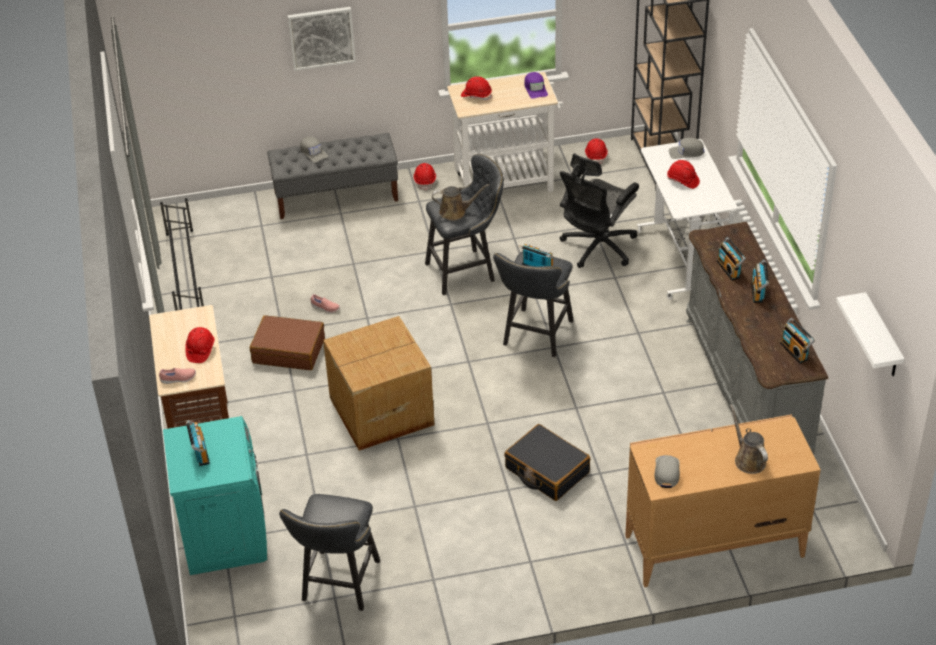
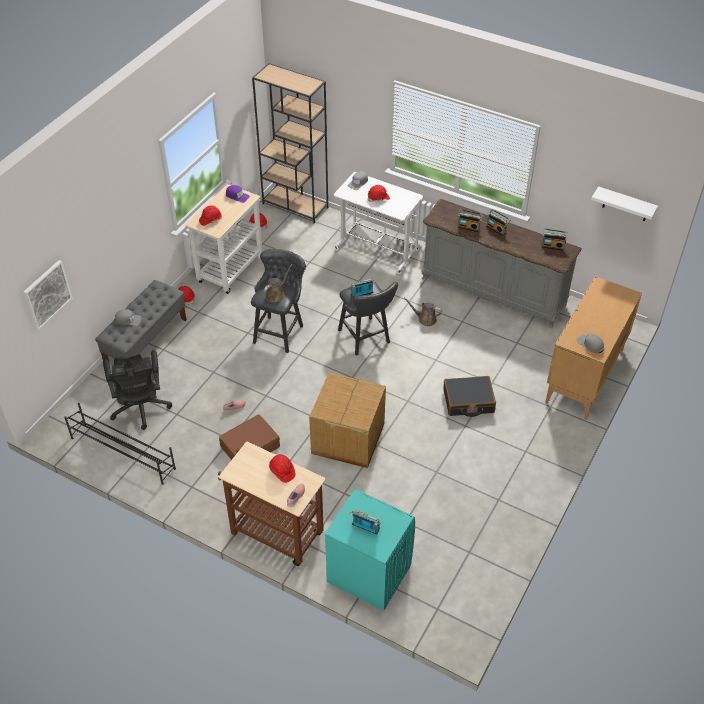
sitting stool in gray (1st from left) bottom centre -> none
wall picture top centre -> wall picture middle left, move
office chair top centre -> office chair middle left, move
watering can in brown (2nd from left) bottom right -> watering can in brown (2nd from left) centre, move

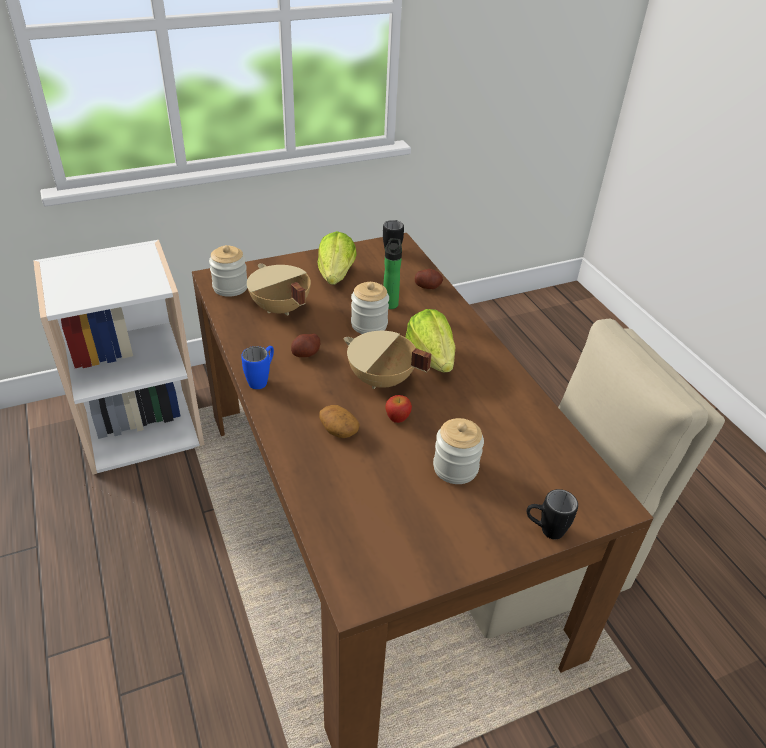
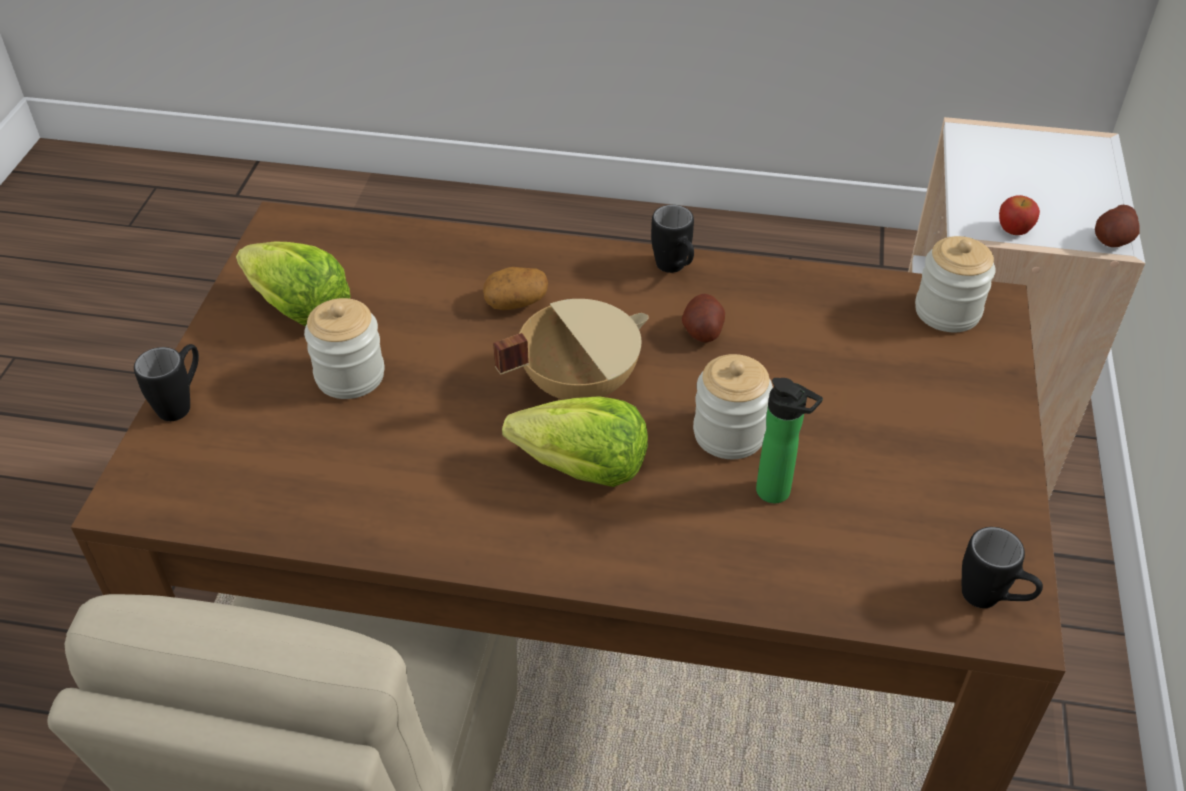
saucepot in sand-coloured (1st from left) centre -> none
lettuce (1st from left) centre -> lettuce (1st from left) middle left, move
apple fruit centre -> apple fruit top right, move
potato (3rd from left) centre -> potato (3rd from left) top right, move
coffee mug in blue-coloured centre -> coffee mug in blackish (2nd from left) top centre

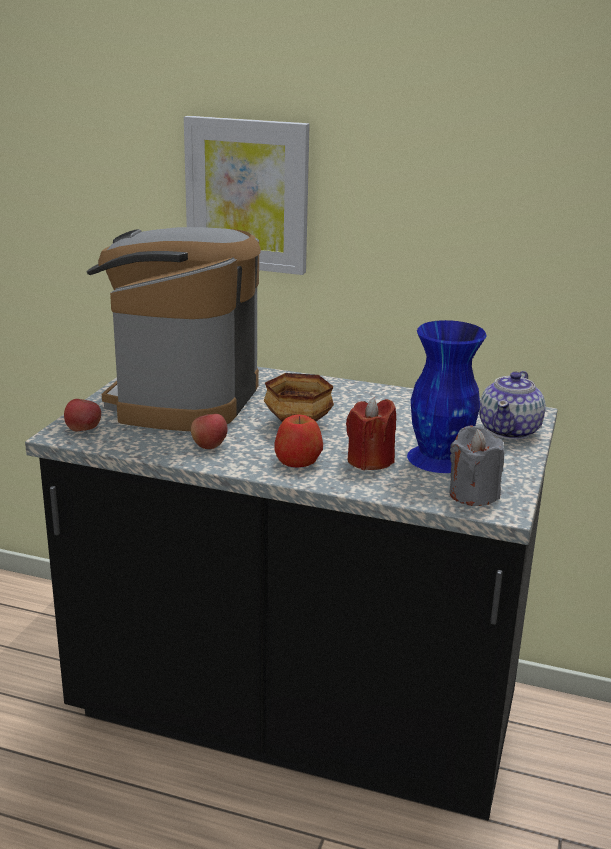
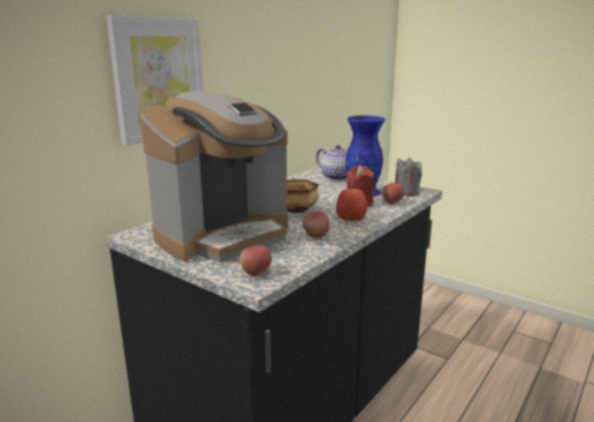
none -> apple fruit (4th from left) centre
coffee machine middle left -> coffee machine centre, 75 degrees counterclockwise

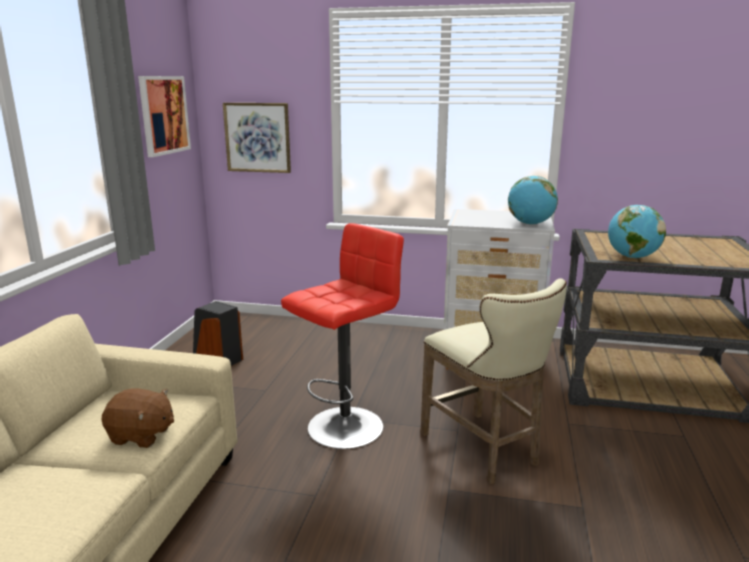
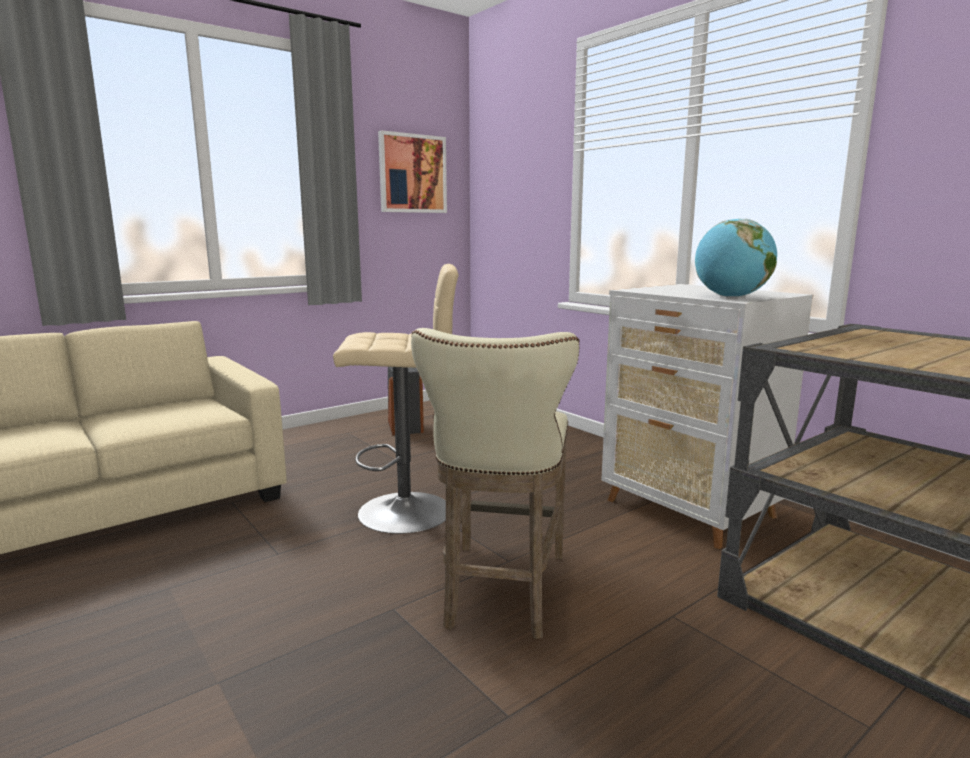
plush toy in brown bottom left -> none
wall picture (2nd from left) top centre -> none
world globe (2nd from left) middle right -> none
sitting stool in reddish centre -> sitting stool in sand-coloured (1st from left) centre

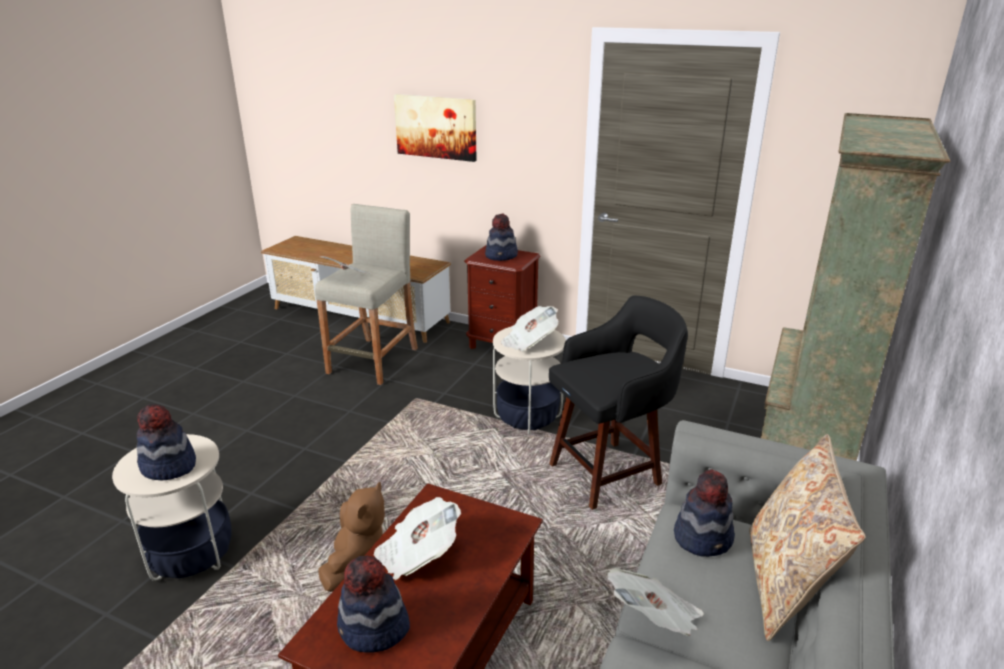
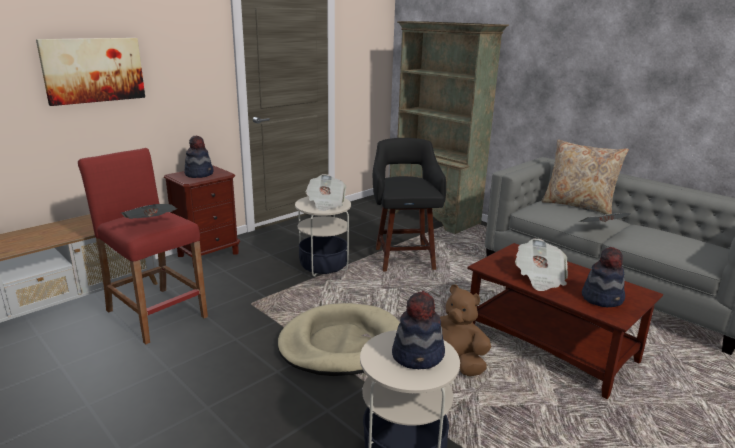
clothing hat (4th from left) bottom right -> none
none -> dog cushion in sand-coloured bottom centre
sitting stool in sand-coloured centre -> sitting stool in reddish middle left

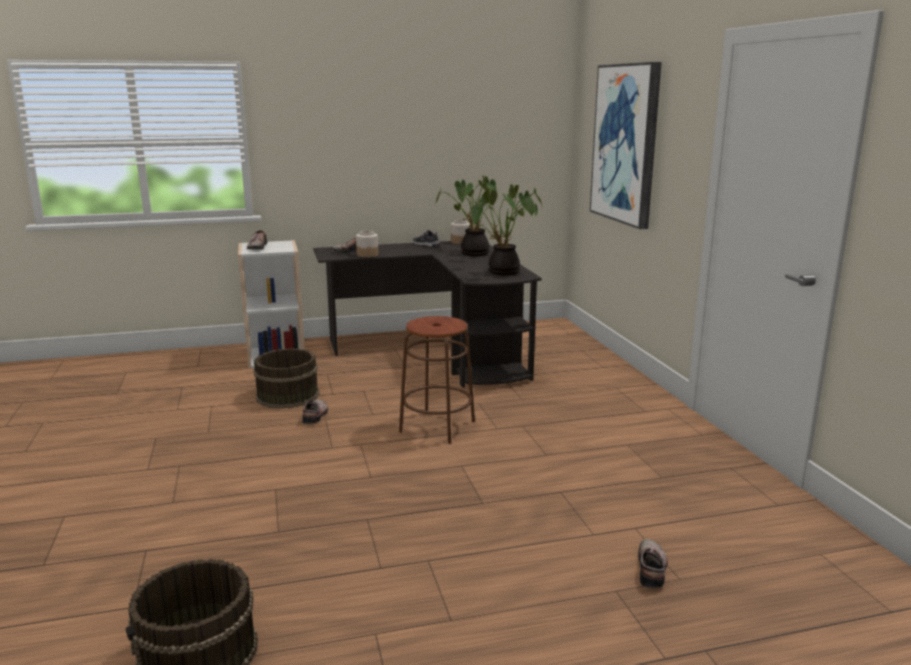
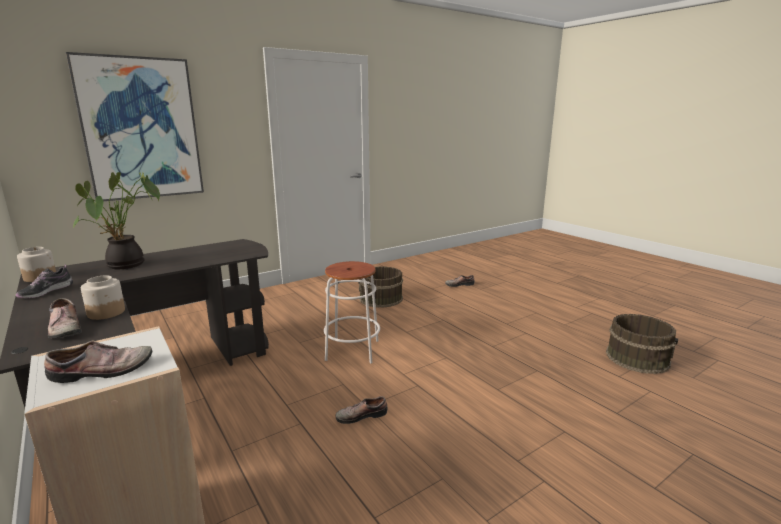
houseplant (2nd from left) centre -> none
pail in brown (2nd from left in the first image) middle left -> pail in brown (1st from left) centre, move
sitting stool in brown centre -> sitting stool in white centre

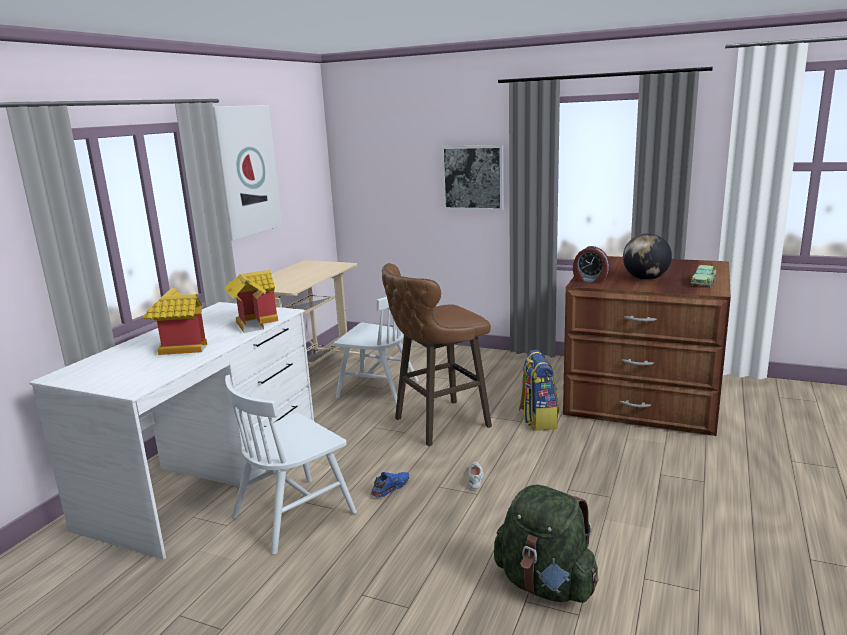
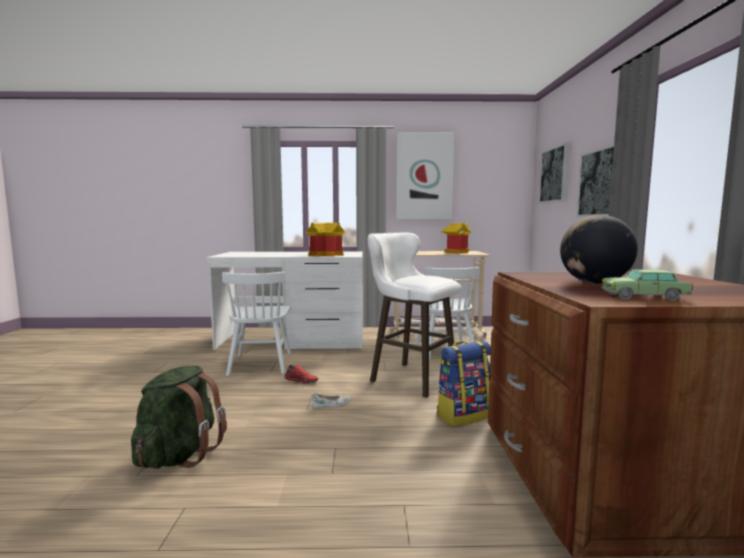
alarm clock middle right -> none
none -> wall picture (2nd from left) top right
toy house (1st from left in the first image) middle left -> toy house (2nd from left) centre, move
item of footwear in blue-coloured bottom centre -> item of footwear in reddish bottom centre
sitting stool in brown centre -> sitting stool in white centre
upright chair in white (1st from left) bottom centre -> upright chair in white (1st from left) centre, 120 degrees counterclockwise

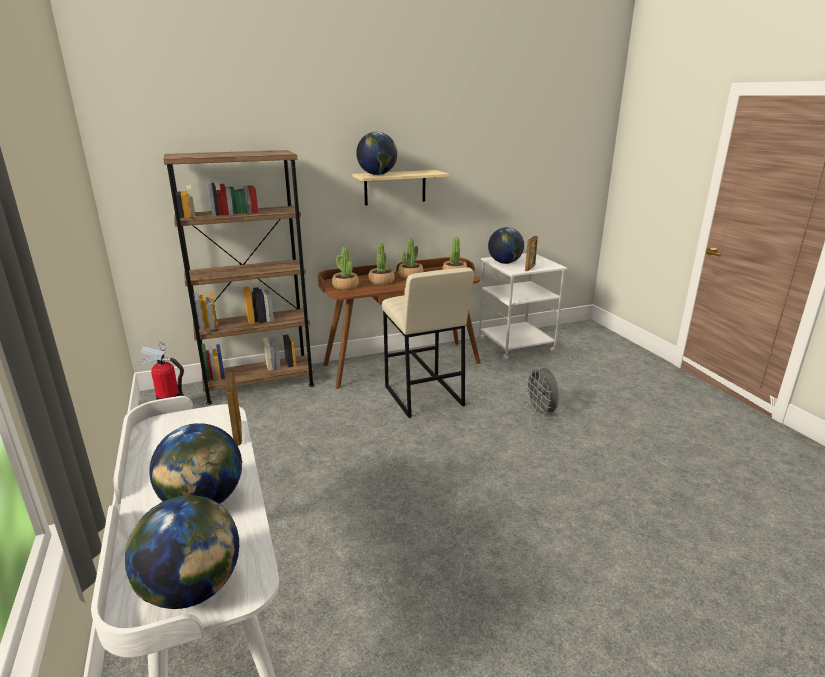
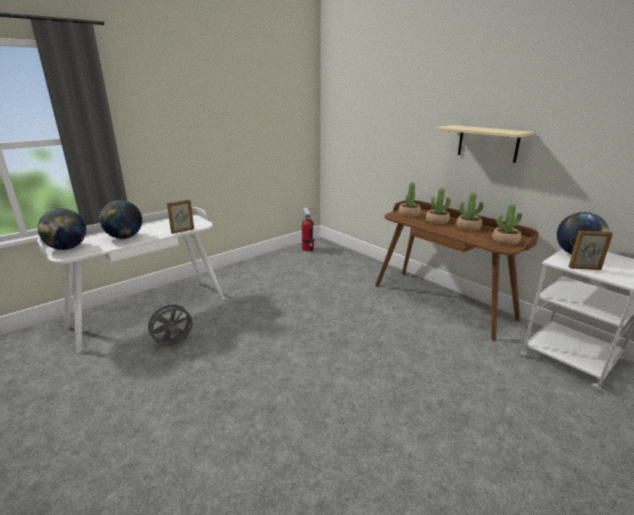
bookshelf in brown middle left -> none
world globe (3rd from left) top centre -> none
sitting stool in sand-coloured centre -> none
fan in gray centre -> fan in gray middle left, move

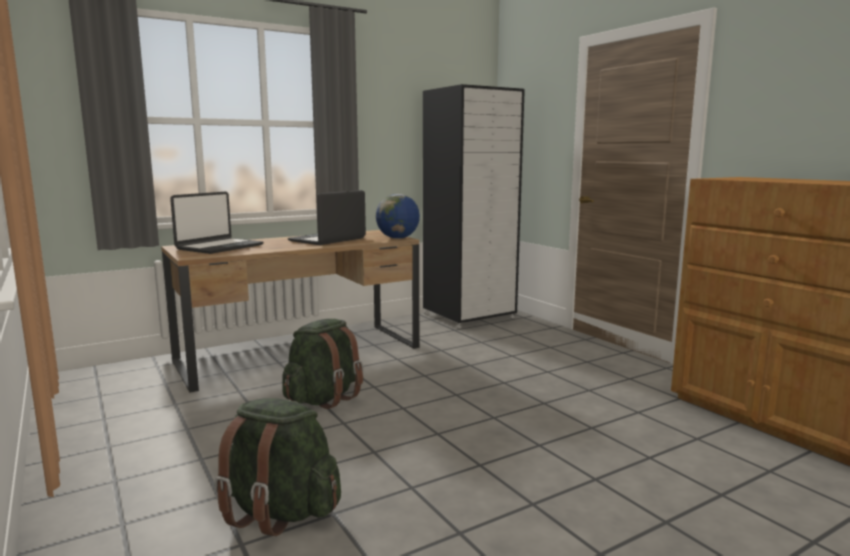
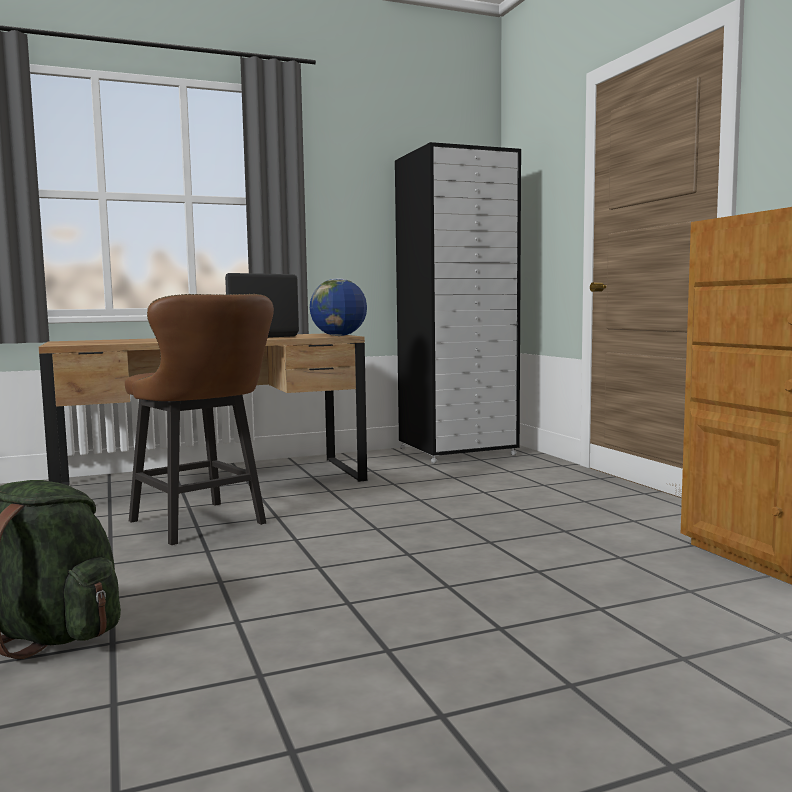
laptop (1st from left) middle left -> none
backpack in greenish (2nd from left) centre -> sitting stool in brown middle left

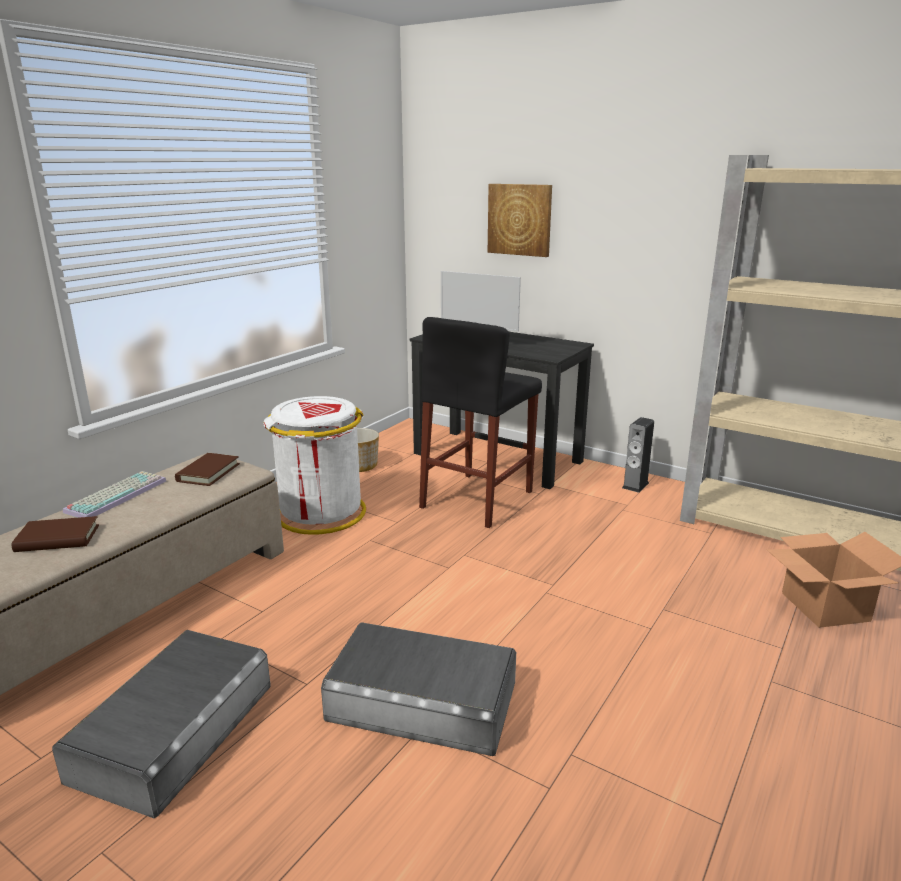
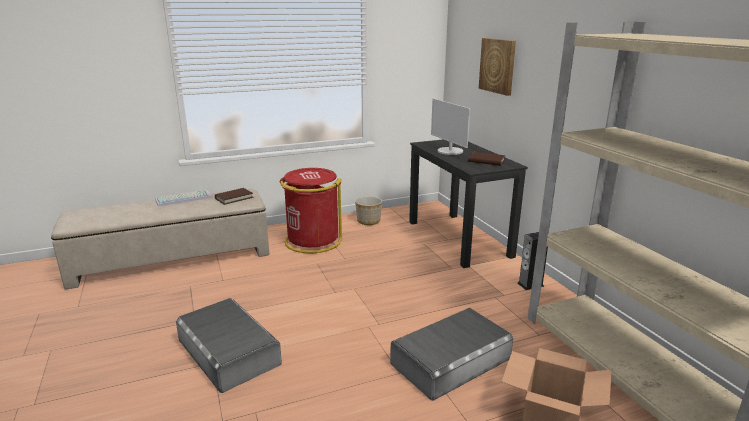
sitting stool in blackish centre -> none
bound book in brown (1st from left in the first image) middle left -> bound book in brown (2nd from left) centre, move
storage bin in gray (1st from left in the first image) bottom left -> storage bin in gray (2nd from left) bottom centre, move
rubbish bin in white centre -> rubbish bin in reddish centre

